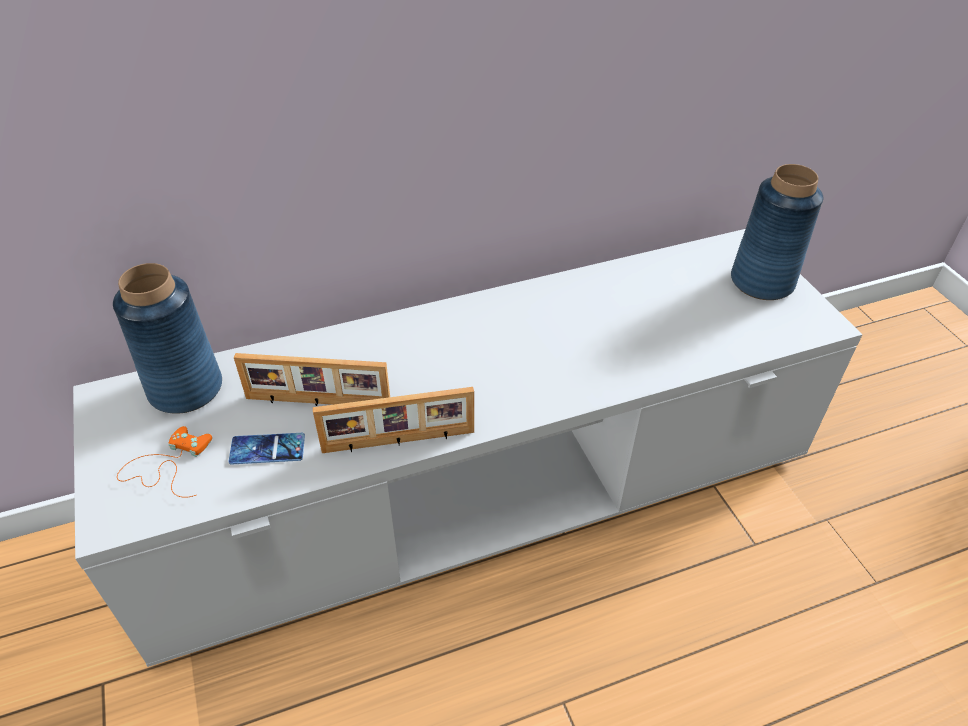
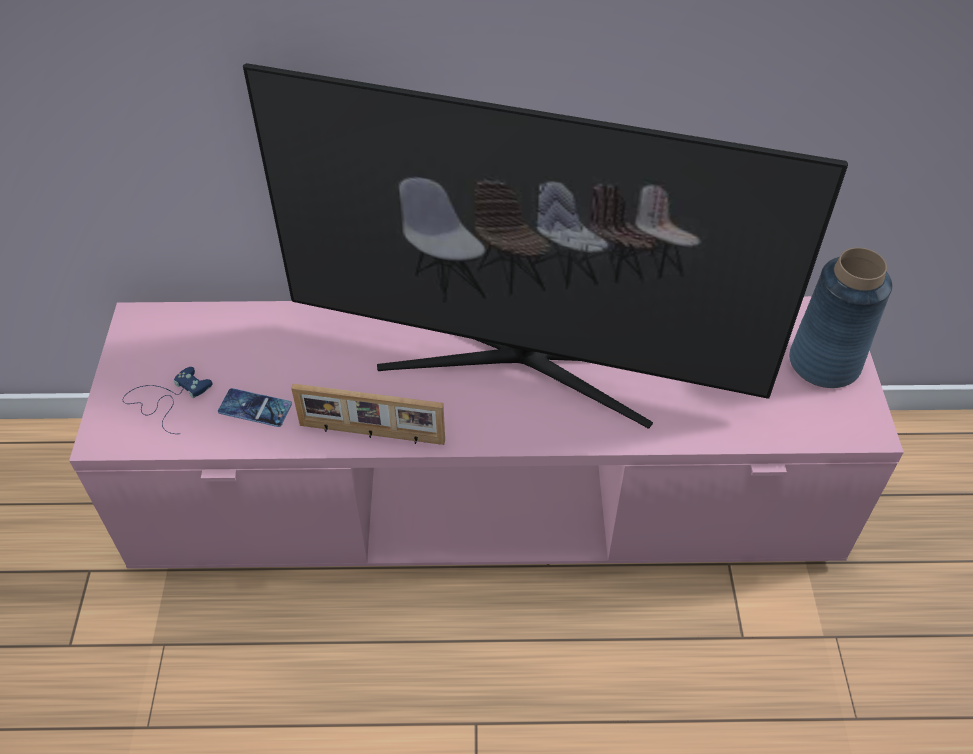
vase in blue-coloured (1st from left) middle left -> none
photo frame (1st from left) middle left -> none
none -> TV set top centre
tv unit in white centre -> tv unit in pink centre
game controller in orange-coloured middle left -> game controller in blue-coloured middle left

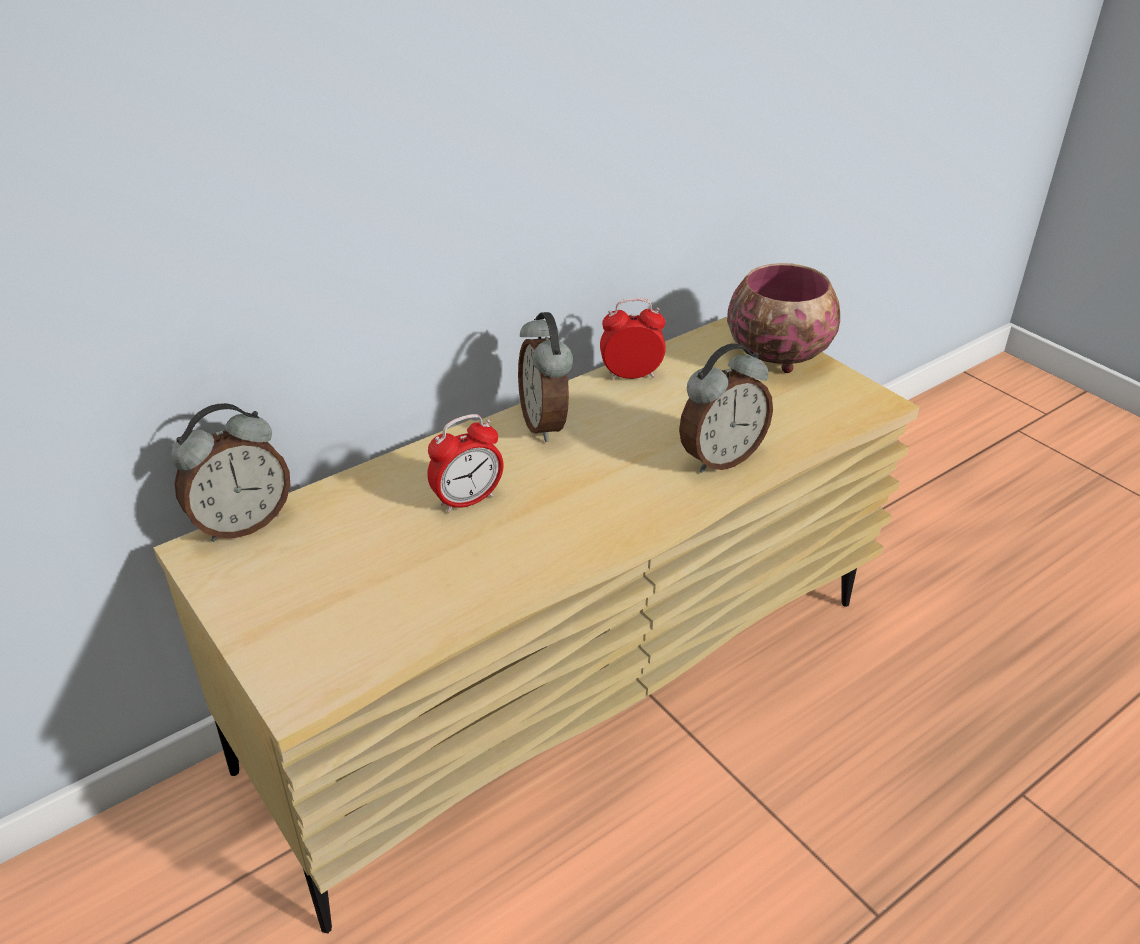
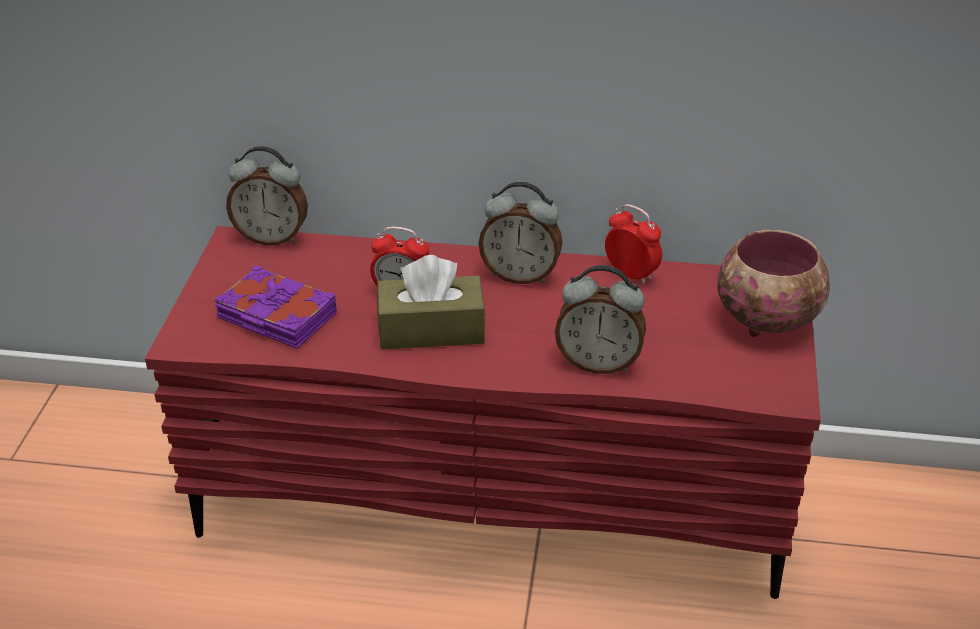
none -> bound book in purple middle left
none -> tissue box in brown centre
tv unit in sand-coloured centre -> tv unit in reddish centre
alarm clock (3rd from left) centre, 105 degrees counterclockwise

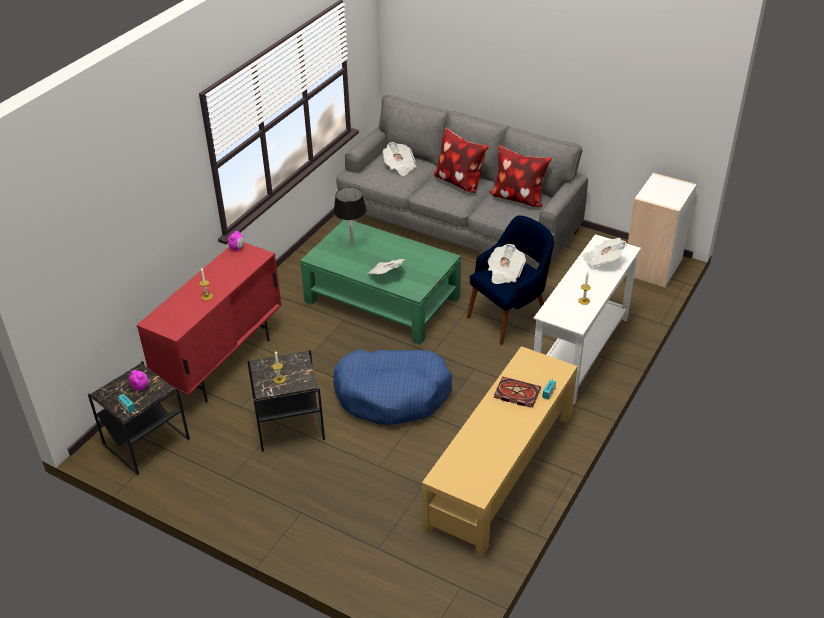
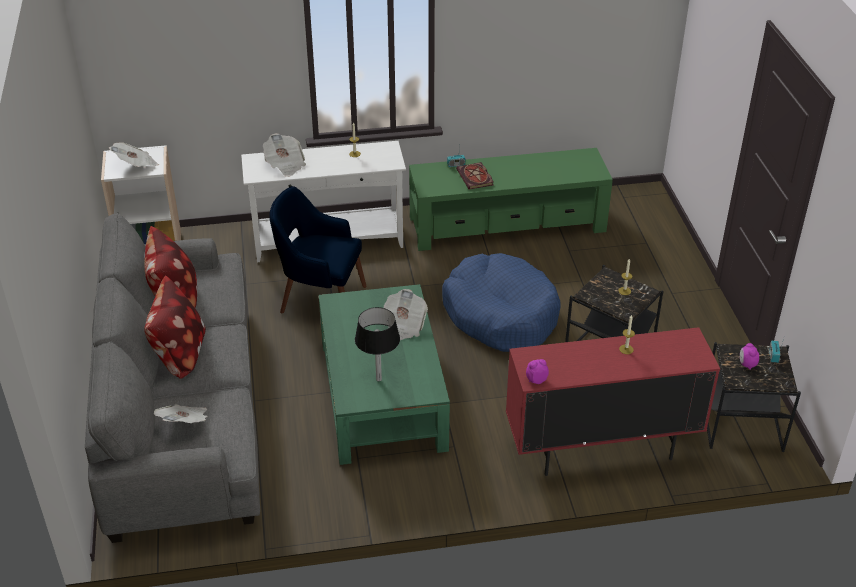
daily paper (3rd from left in the first image) centre -> daily paper (1st from left) top left, move
tv unit in sand-coloured bottom centre -> tv unit in greenish centre

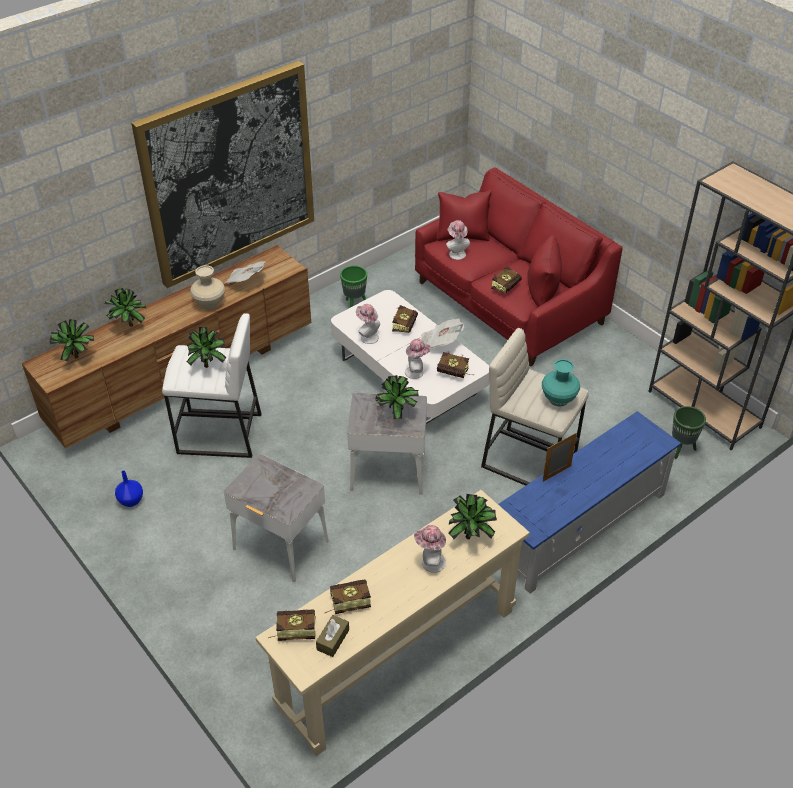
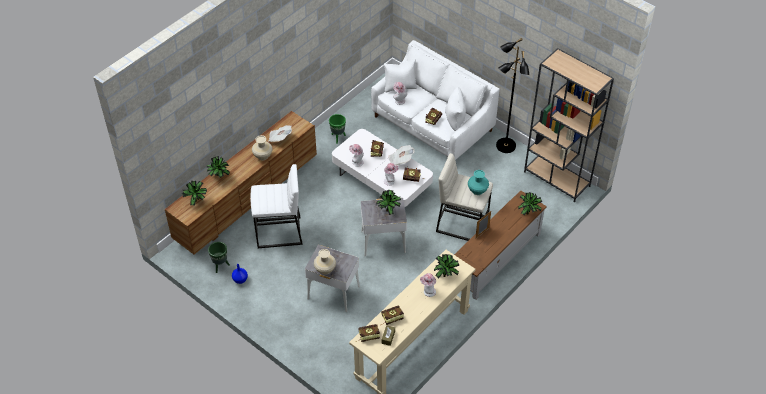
wall picture top left -> none
none -> vase in sand-coloured (2nd from left) centre
none -> standard lamp in blackish top right
houseplant (3rd from left in the first image) middle left -> houseplant (5th from left) middle right, move
plant pot in greenish (2nd from left in the first image) middle right -> plant pot in greenish (1st from left) middle left, move
settee in reddish centre -> settee in white top centre
tv unit in blue-coloured middle right -> tv unit in brown centre

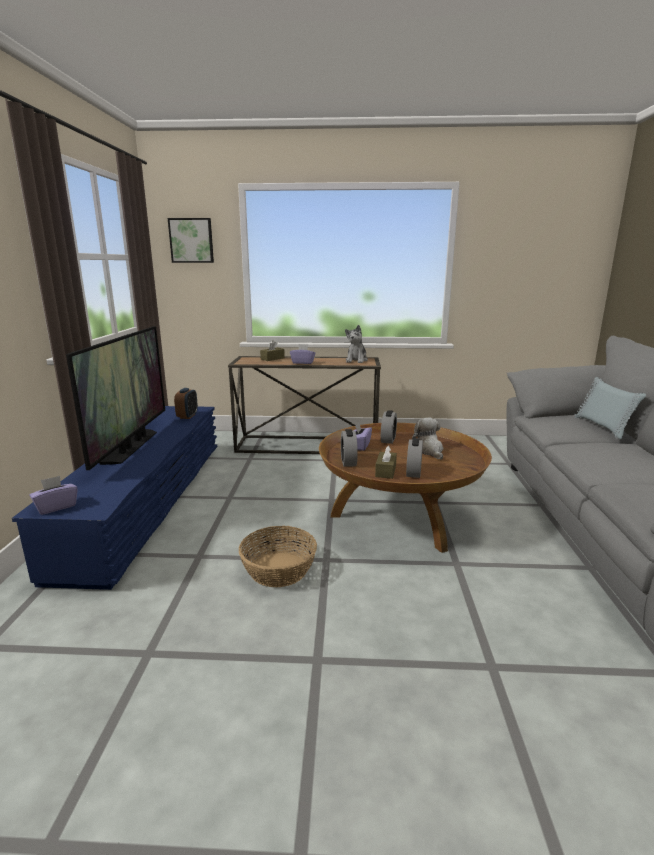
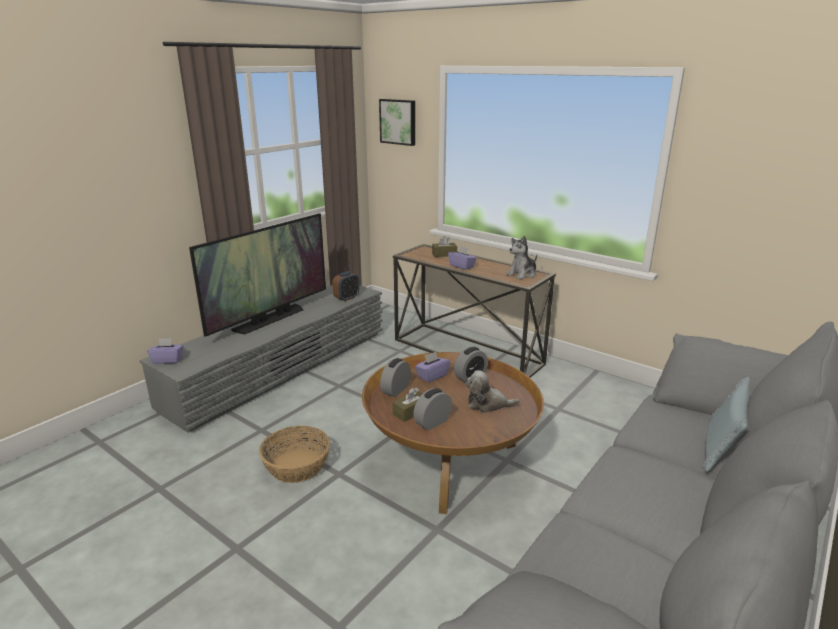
tv unit in blue-coloured middle left -> tv unit in gray middle left
plush toy (2nd from left in the first image) centre -> plush toy (1st from left) centre, 105 degrees counterclockwise

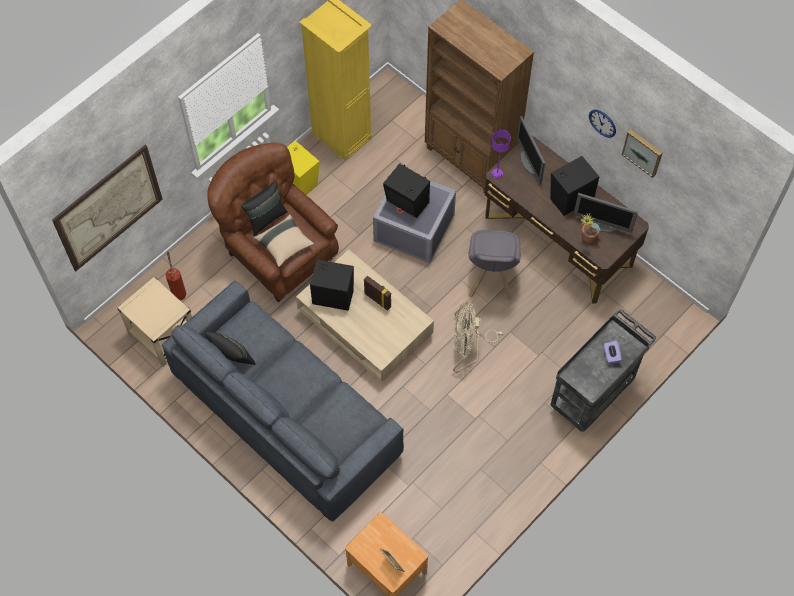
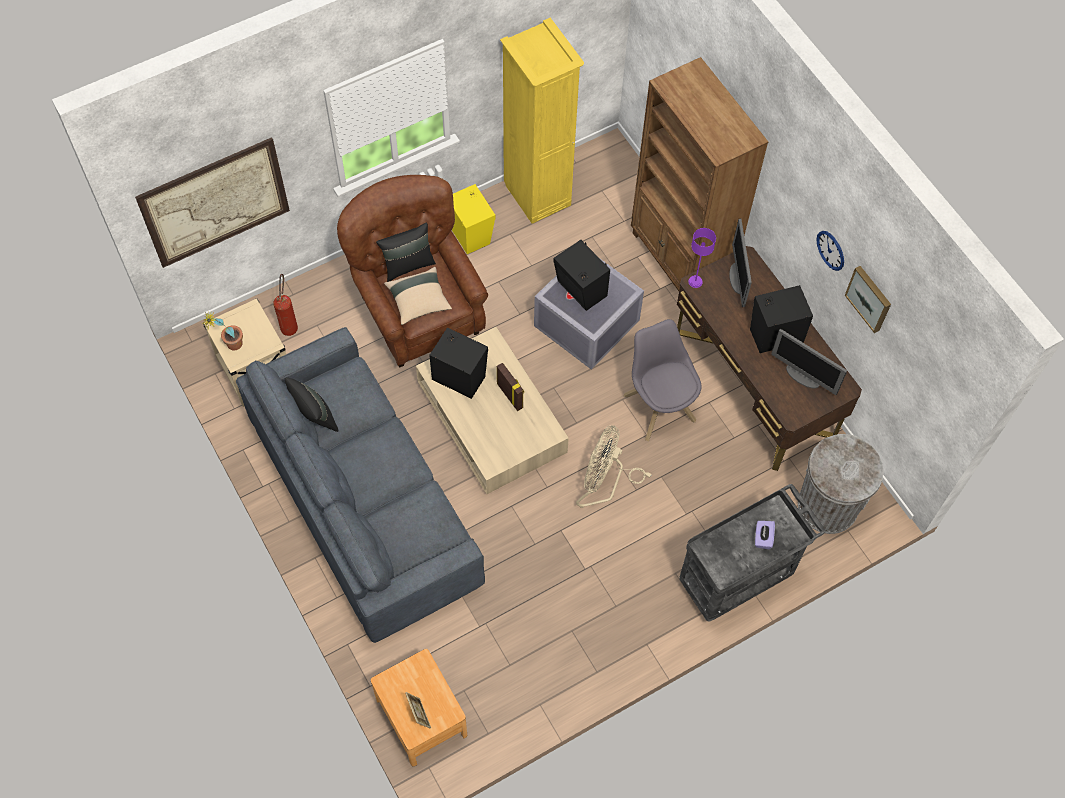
none -> rubbish bin in gray middle right
houseplant middle right -> houseplant middle left, move
upright chair in gray centre, 135 degrees clockwise

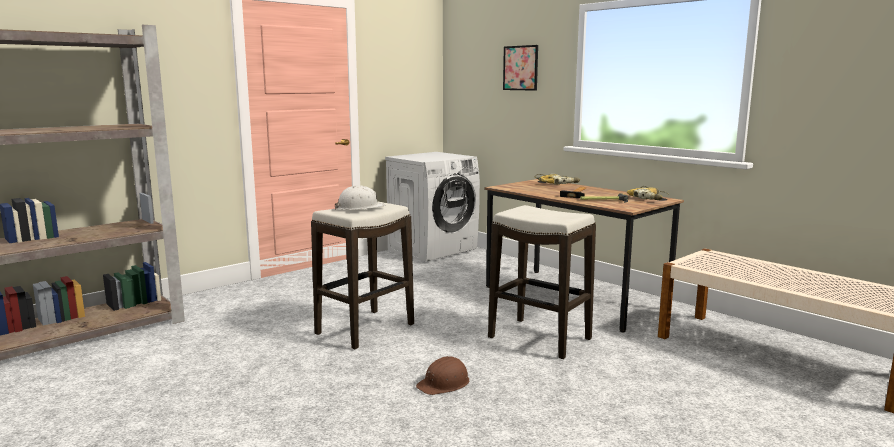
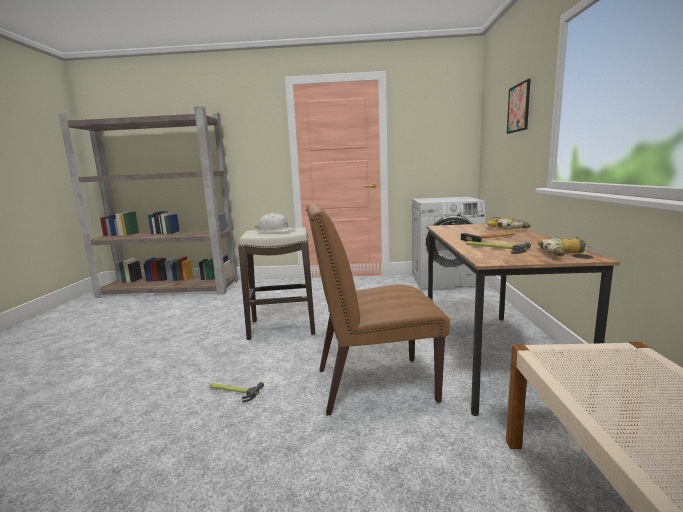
hard hat in brown bottom centre -> hand hammer (1st from left) bottom centre
sitting stool (2nd from left) centre -> upright chair in brown centre

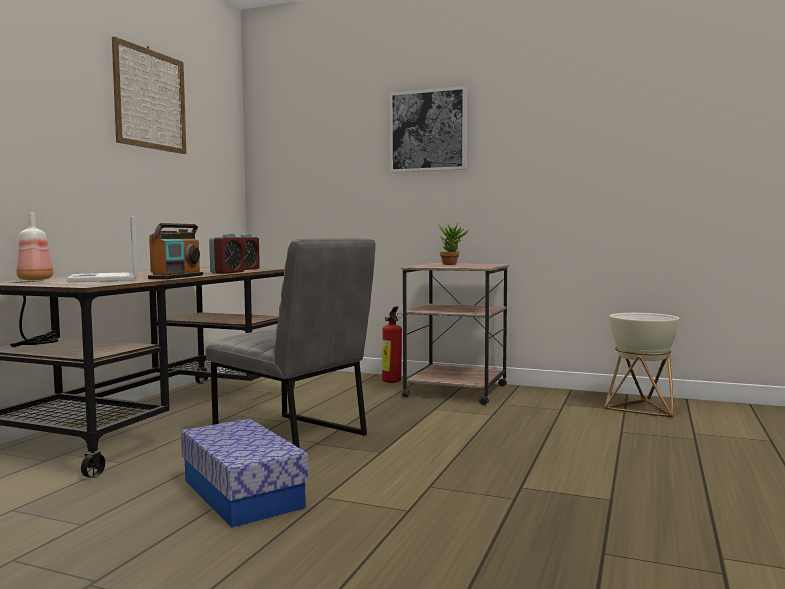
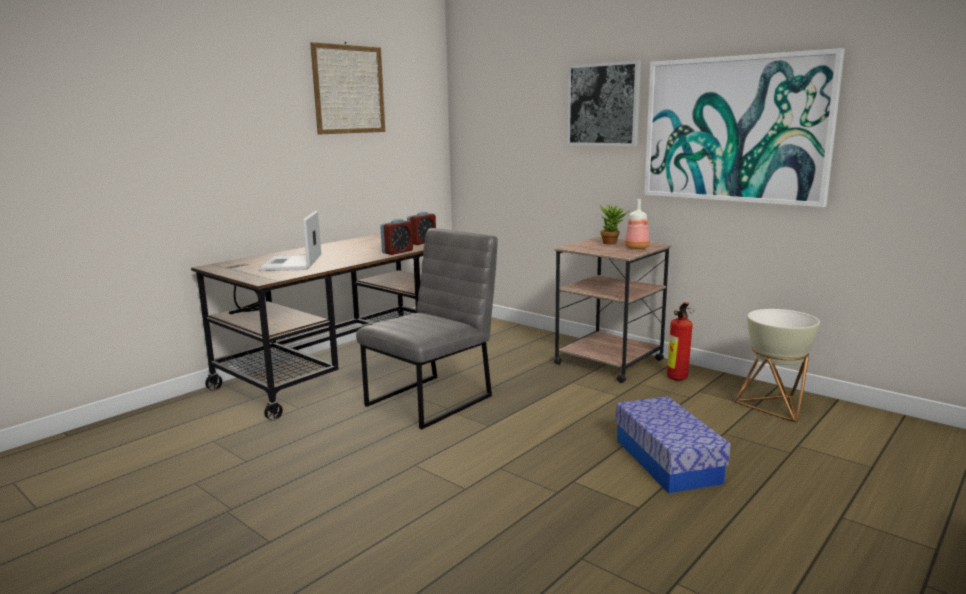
radio set middle left -> none
none -> wall picture (3rd from left) top right
bottle middle left -> bottle centre, move
storage bin bottom left -> storage bin bottom right, move
extinguisher centre -> extinguisher middle right, move
upright chair in gray centre, 105 degrees counterclockwise

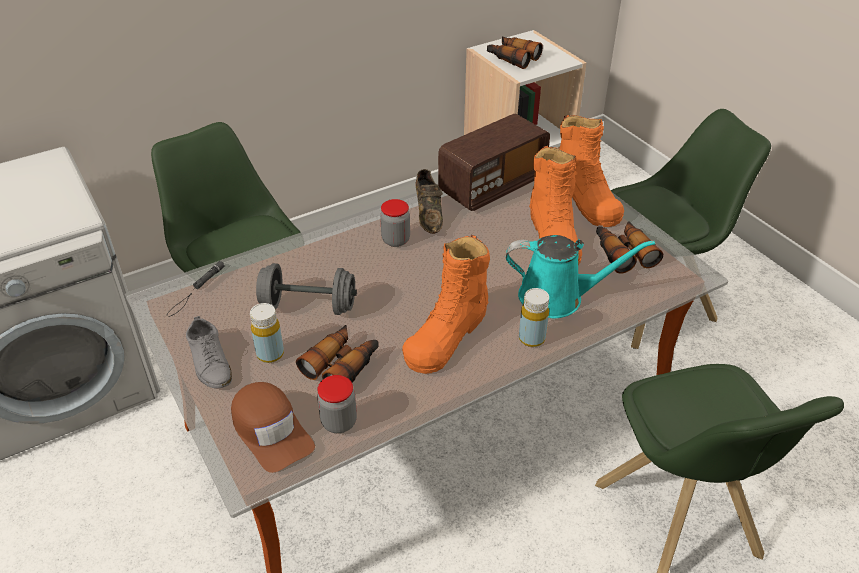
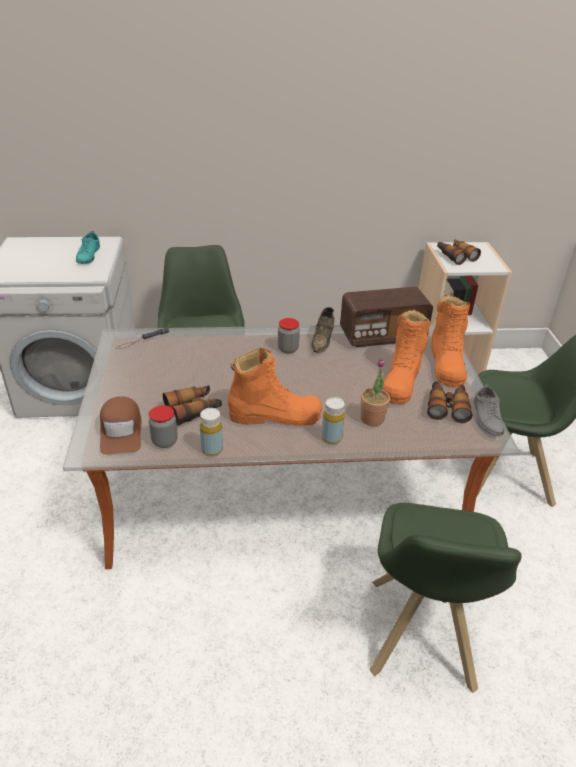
dumbbell in gray centre -> none
none -> item of footwear in blue-green top left
item of footwear in gray middle left -> item of footwear in gray middle right, move
bottle in yellow (1st from left) middle left -> bottle in yellow (1st from left) centre, move
watering can in blue-green middle right -> houseplant centre
boot in orange-coloured (1st from left) centre, 150 degrees counterclockwise

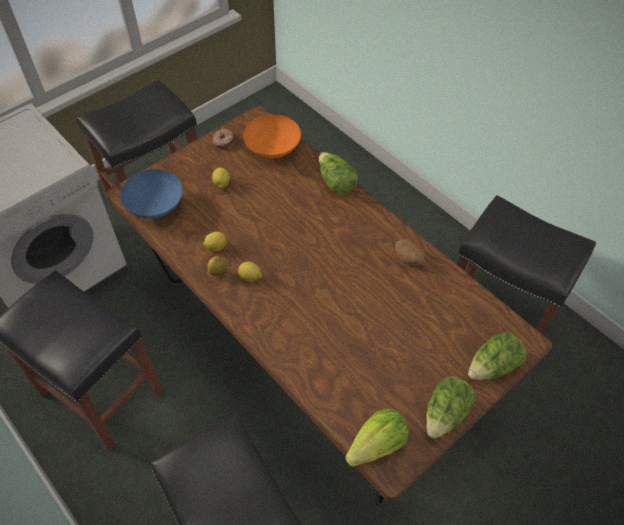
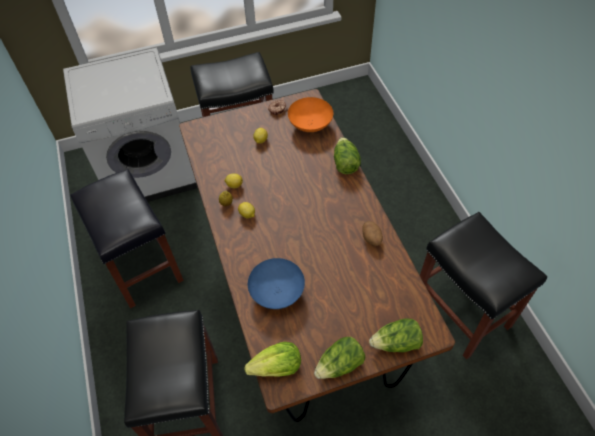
serving bowl in blue-coloured middle left -> serving bowl in blue-coloured centre, move

